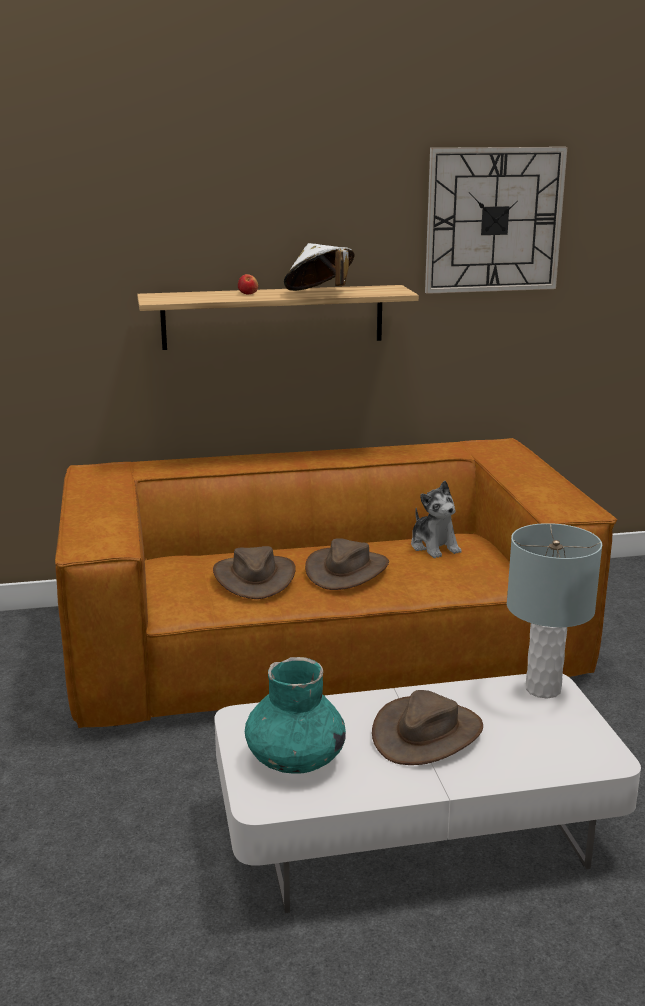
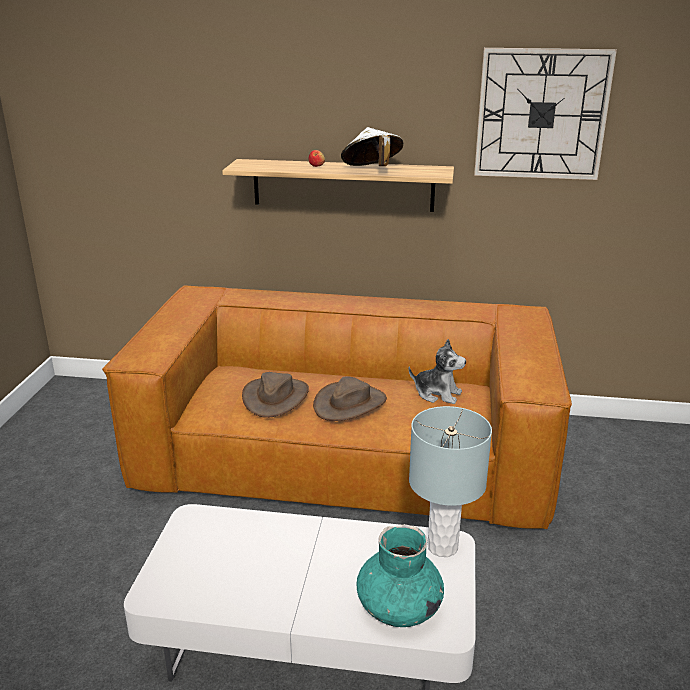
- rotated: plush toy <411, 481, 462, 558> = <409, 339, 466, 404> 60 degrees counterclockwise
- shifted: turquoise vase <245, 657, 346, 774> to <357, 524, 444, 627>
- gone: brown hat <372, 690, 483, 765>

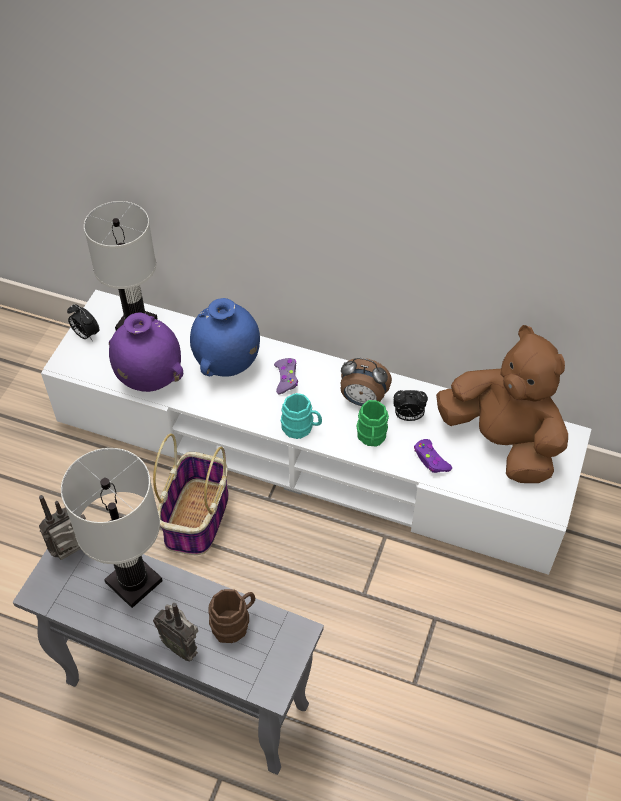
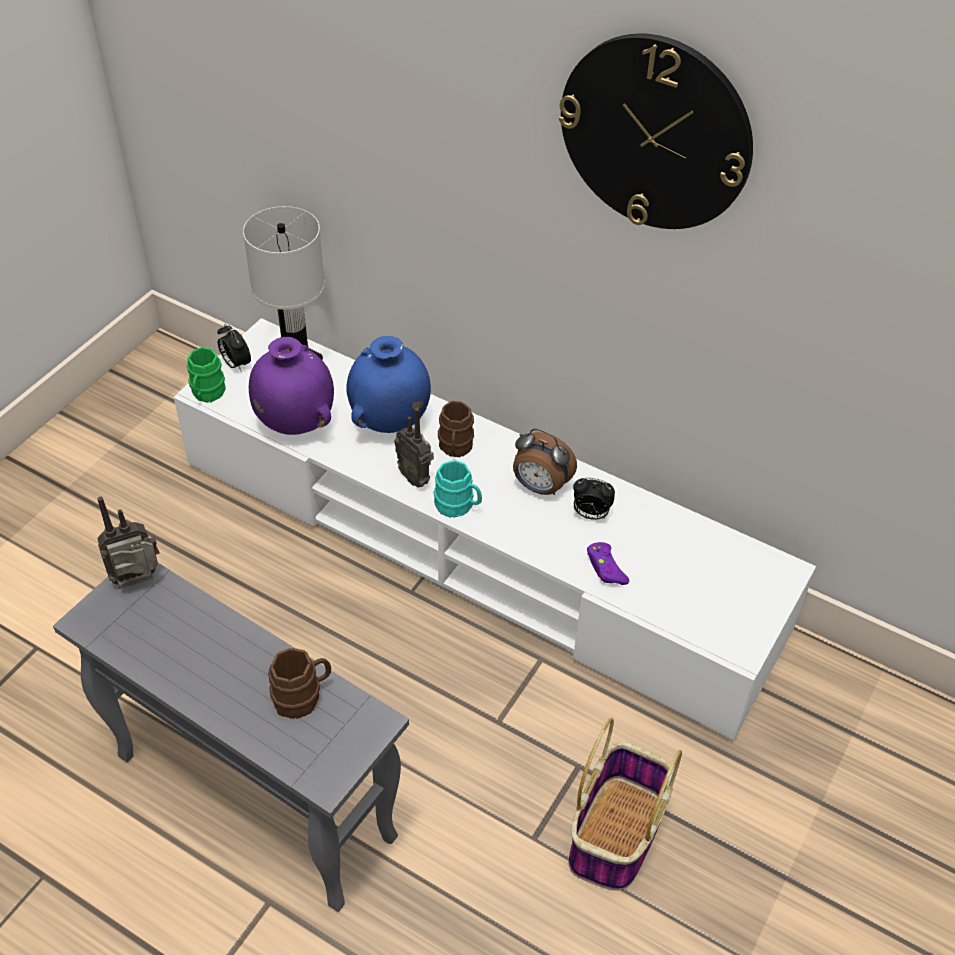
- gone: brown plush toy <436, 325, 568, 483>
- swapped: purple game controller <274, 358, 298, 394> to brown mug <438, 401, 474, 457>
- shifted: green mug <356, 400, 389, 447> to <187, 347, 226, 403>
- shifted: basket <153, 433, 229, 555> to <568, 718, 682, 891>
- gone: white table lamp <61, 448, 163, 608>
- shifted: radio <153, 603, 198, 661> to <394, 408, 434, 487>
- new: wall clock <559, 33, 753, 229>

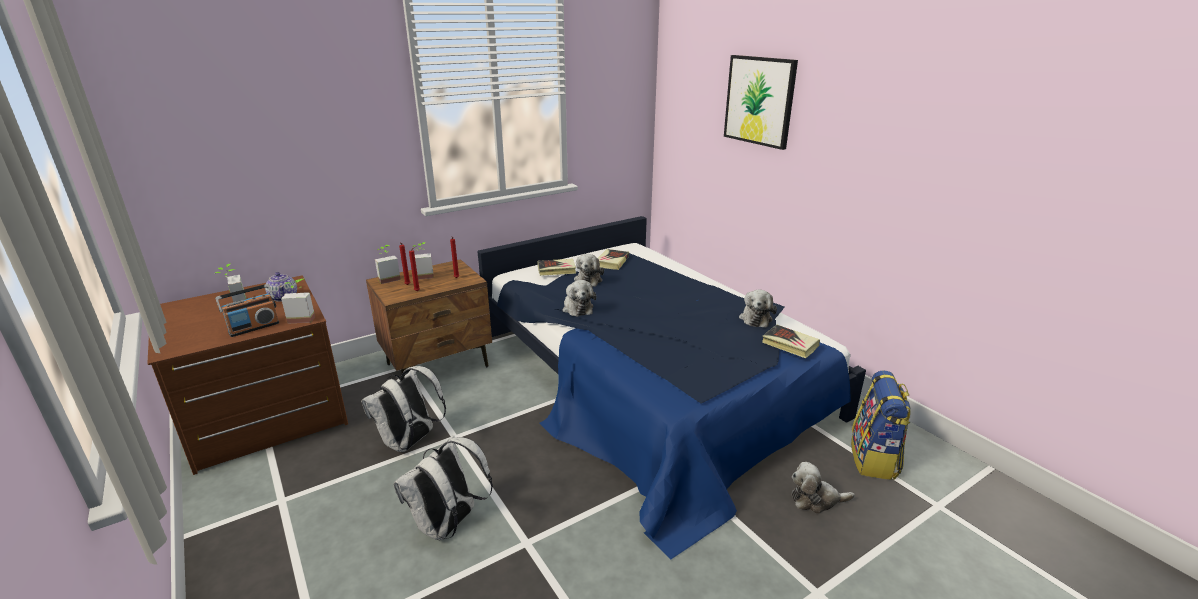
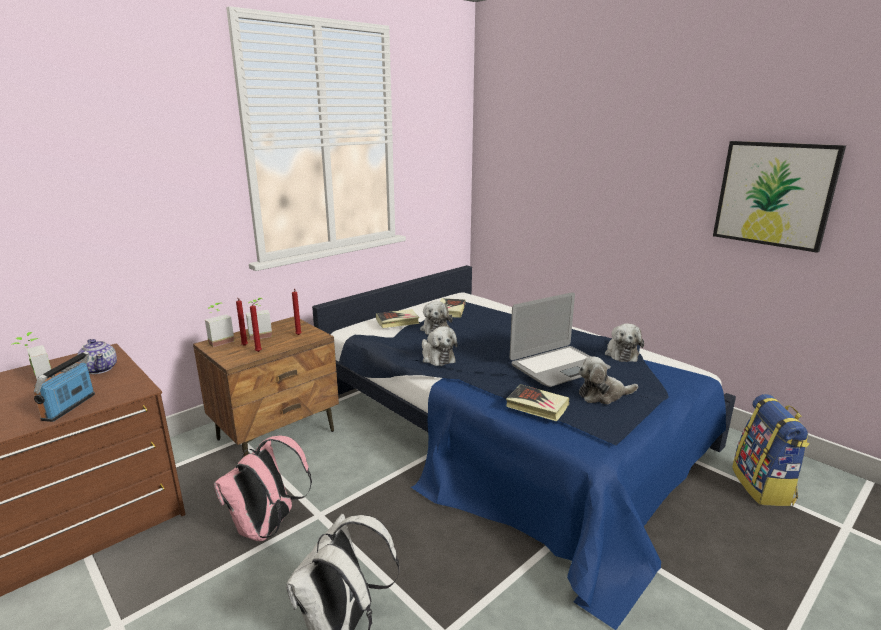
- shifted: picture <724, 55, 798, 150> to <713, 141, 846, 253>
- gone: potted plant <281, 279, 315, 324>
- rotated: radio <216, 284, 279, 337> = <34, 351, 95, 422> 150 degrees clockwise
- shifted: book <762, 325, 820, 358> to <506, 384, 569, 422>
- repainted: white backpack <361, 366, 446, 452> to pink backpack <214, 436, 312, 541>
- shifted: plush toy <791, 462, 855, 514> to <579, 356, 638, 404>
- new: laptop <510, 292, 611, 387>

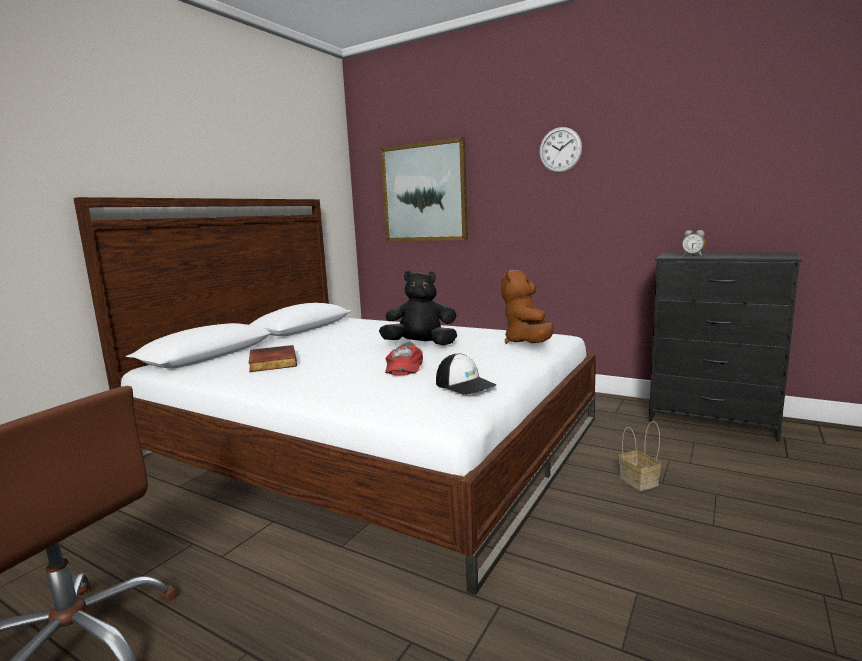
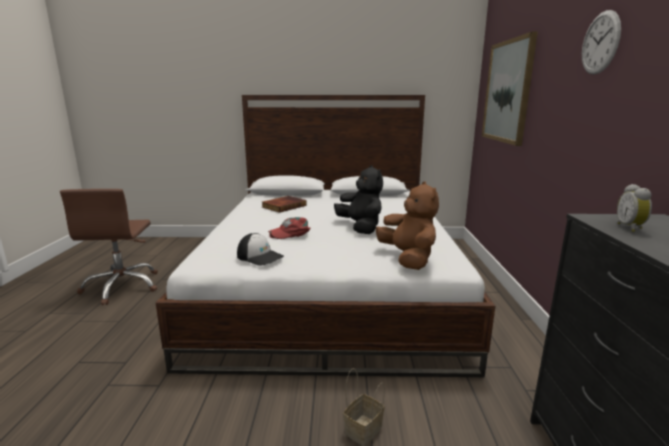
- rotated: brown plush toy <501, 269, 554, 344> = <376, 181, 439, 270> 90 degrees clockwise
- rotated: cap <436, 353, 496, 395> = <237, 233, 284, 266> 75 degrees counterclockwise

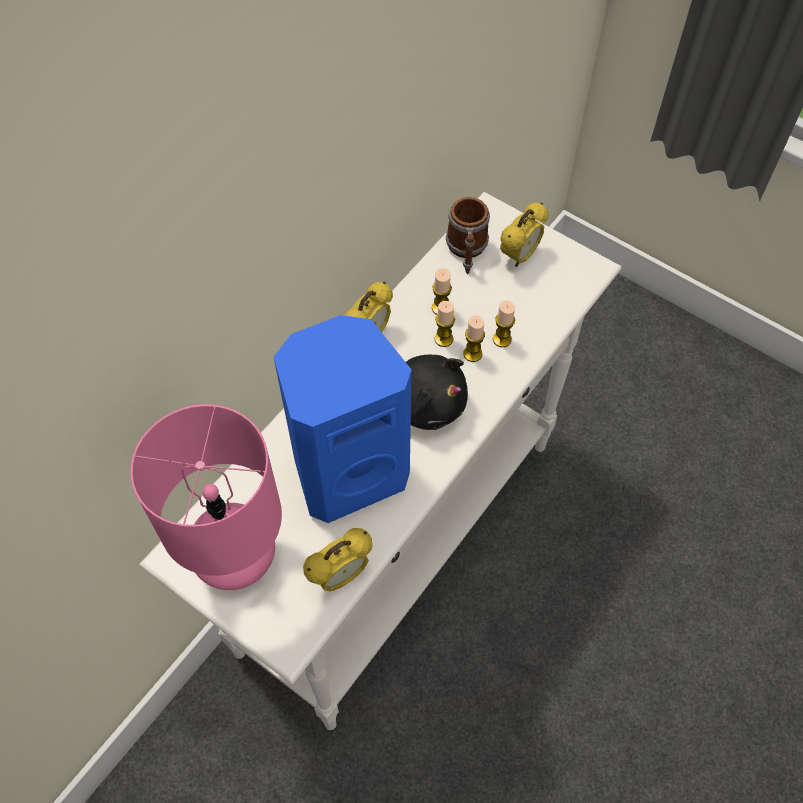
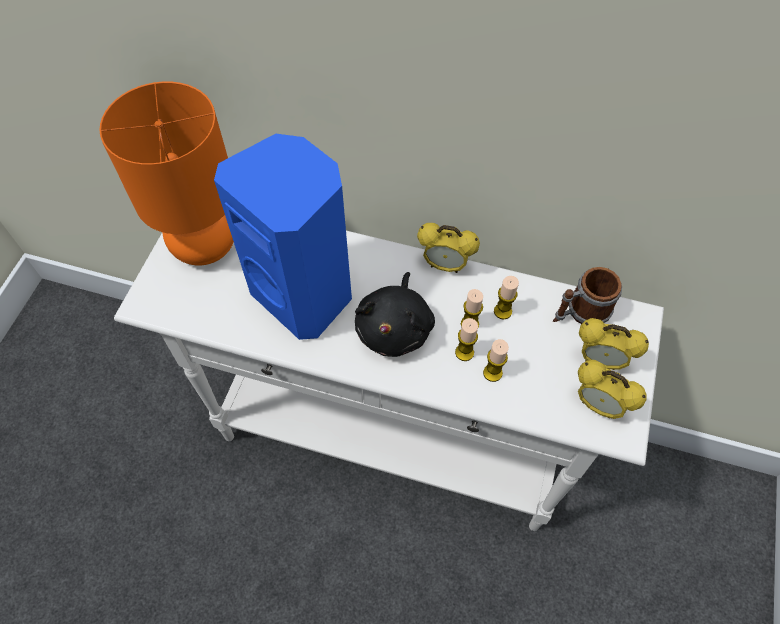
- repainted: pink table lamp <131, 404, 282, 590> to orange table lamp <99, 81, 234, 266>
- shifted: alarm clock <303, 528, 372, 592> to <578, 360, 647, 419>

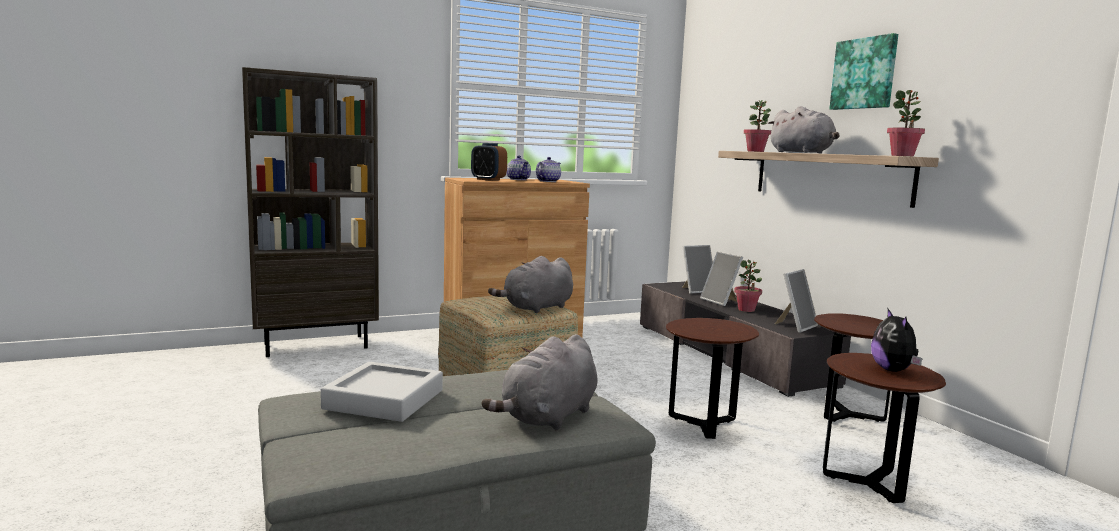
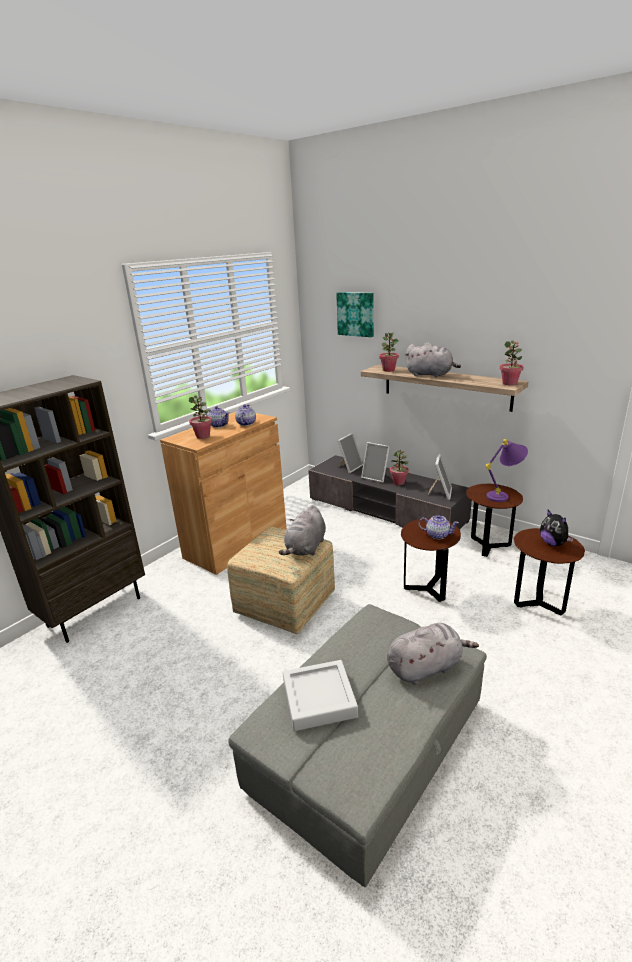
- shifted: picture <829, 33, 898, 110> to <336, 292, 374, 337>
- swapped: alarm clock <471, 143, 507, 181> to potted plant <189, 395, 212, 439>
- rotated: grey plush toy <482, 334, 598, 431> = <387, 623, 479, 685> 120 degrees counterclockwise
- new: purple table lamp <485, 439, 528, 502>
- new: teapot <418, 515, 459, 539>

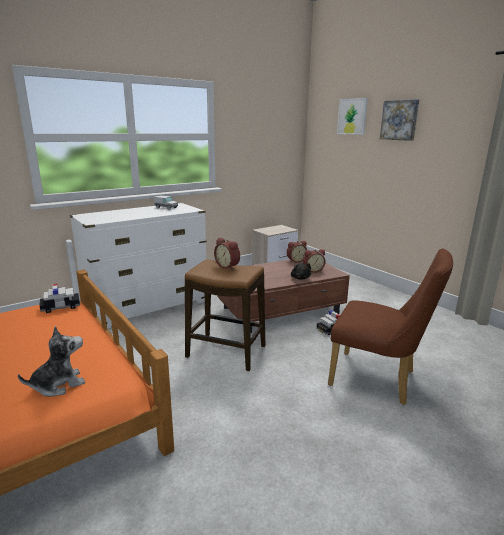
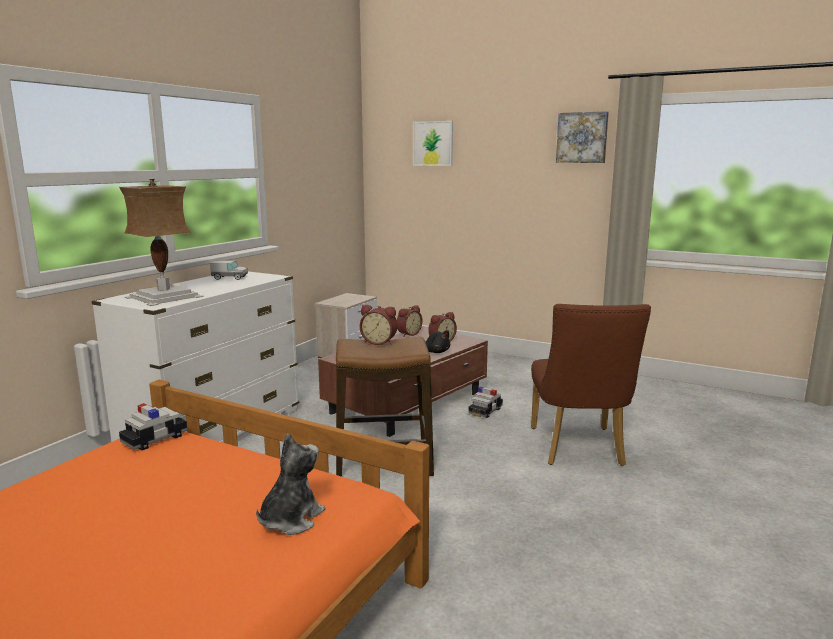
- shifted: picture <380, 99, 419, 141> to <556, 111, 609, 163>
- rotated: brown chair <328, 248, 453, 405> = <531, 304, 651, 466> 90 degrees clockwise
- new: table lamp <119, 179, 204, 306>

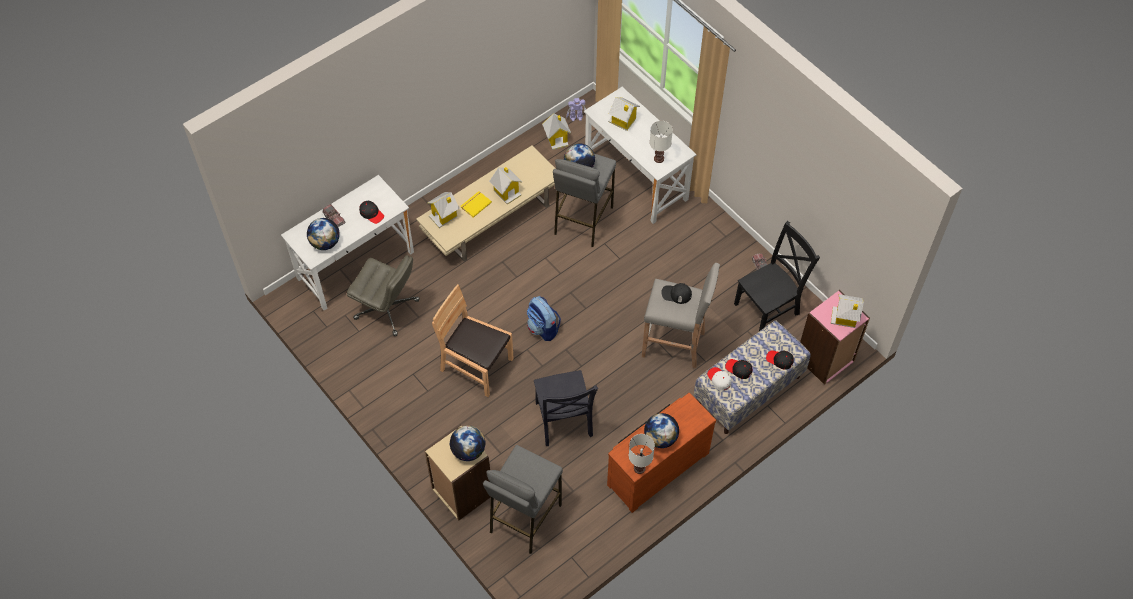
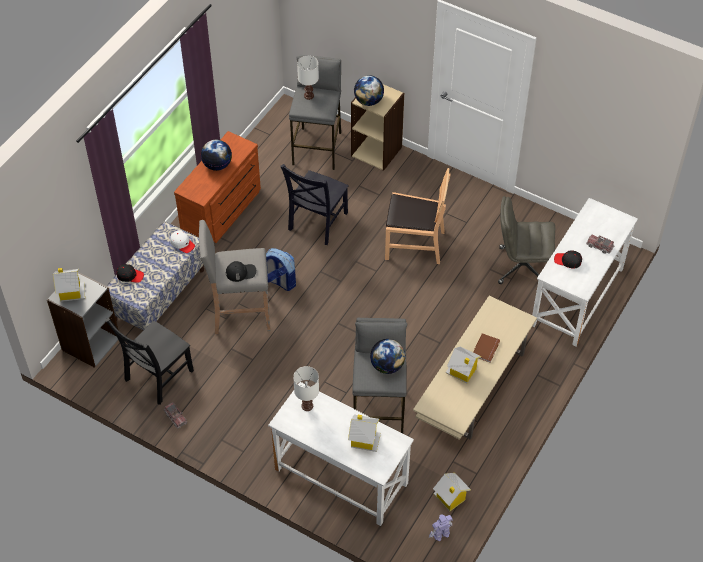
- repainted: yellow book <461, 191, 492, 218> to brown book <473, 333, 500, 363>
- gone: toy house <427, 192, 459, 228>
- gone: globe <307, 218, 340, 250>
- repainted: pink bookcase <800, 290, 870, 385> to grey bookcase <47, 272, 118, 368>
- shifted: backpack <527, 296, 561, 341> to <266, 248, 296, 291>
- gone: black cap <725, 359, 752, 379>
- rotated: black chair <534, 370, 598, 446> = <281, 164, 349, 245> 120 degrees counterclockwise
- shifted: white table lamp <629, 434, 655, 474> to <297, 56, 319, 100>

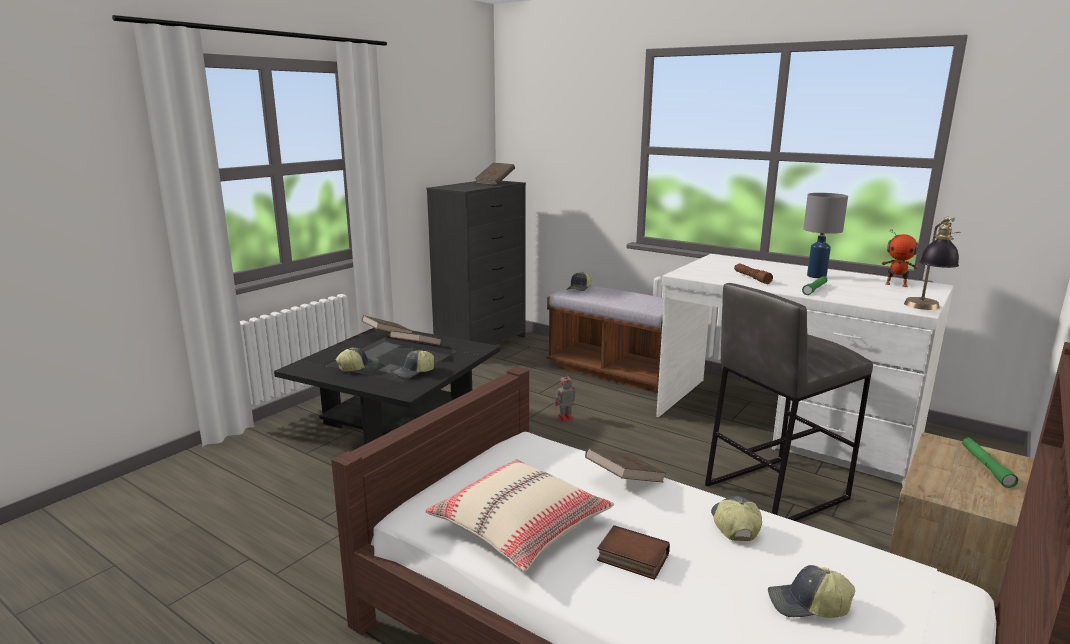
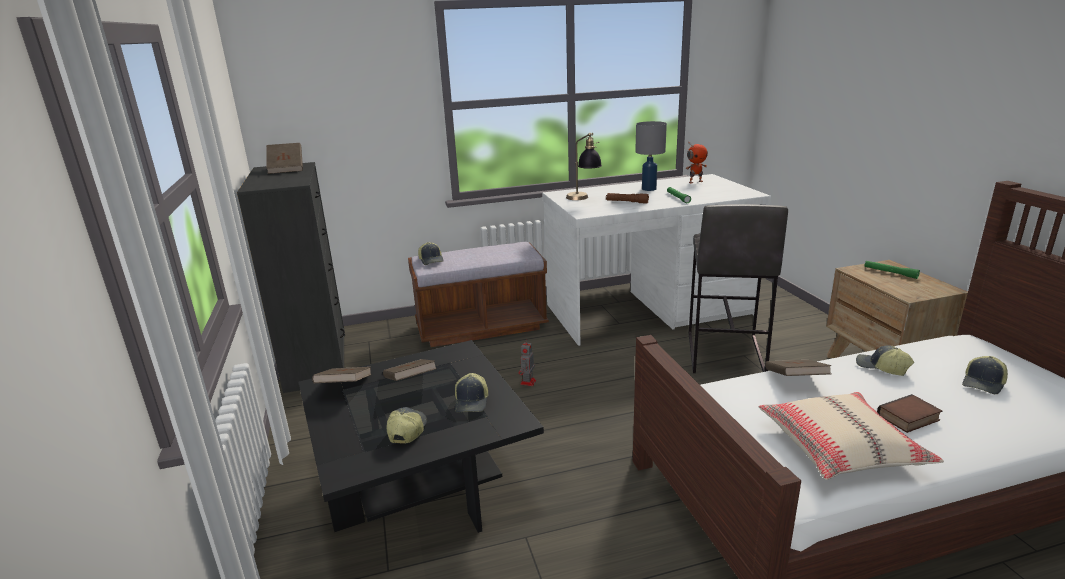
- shifted: table lamp <904, 217, 961, 310> to <566, 133, 602, 200>

